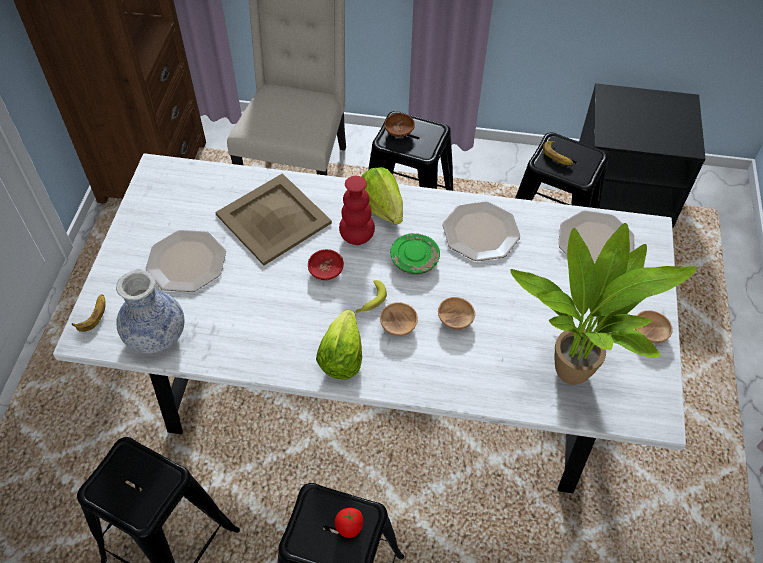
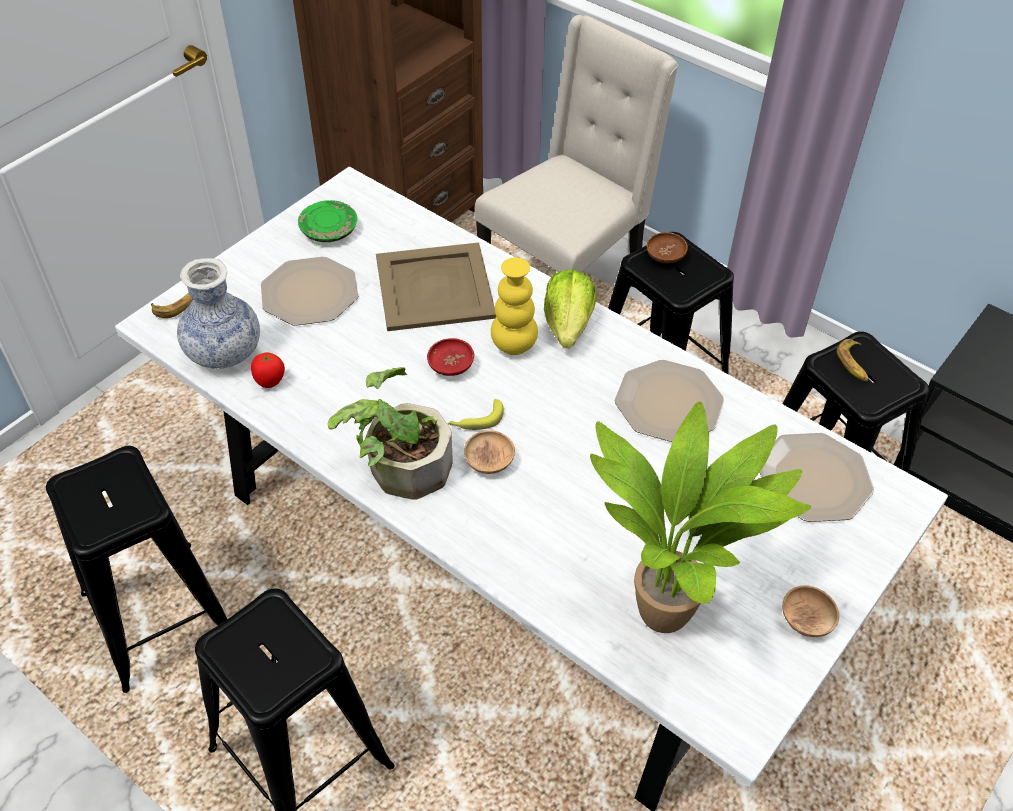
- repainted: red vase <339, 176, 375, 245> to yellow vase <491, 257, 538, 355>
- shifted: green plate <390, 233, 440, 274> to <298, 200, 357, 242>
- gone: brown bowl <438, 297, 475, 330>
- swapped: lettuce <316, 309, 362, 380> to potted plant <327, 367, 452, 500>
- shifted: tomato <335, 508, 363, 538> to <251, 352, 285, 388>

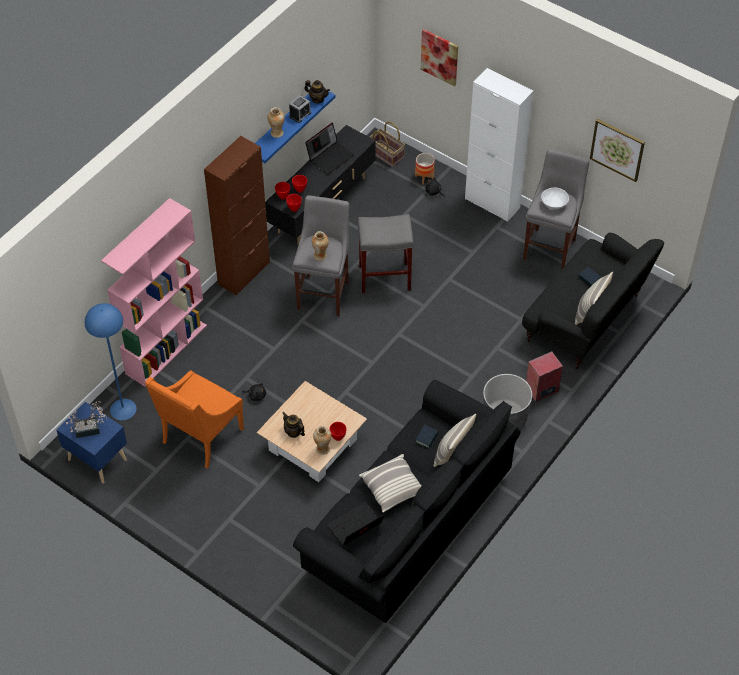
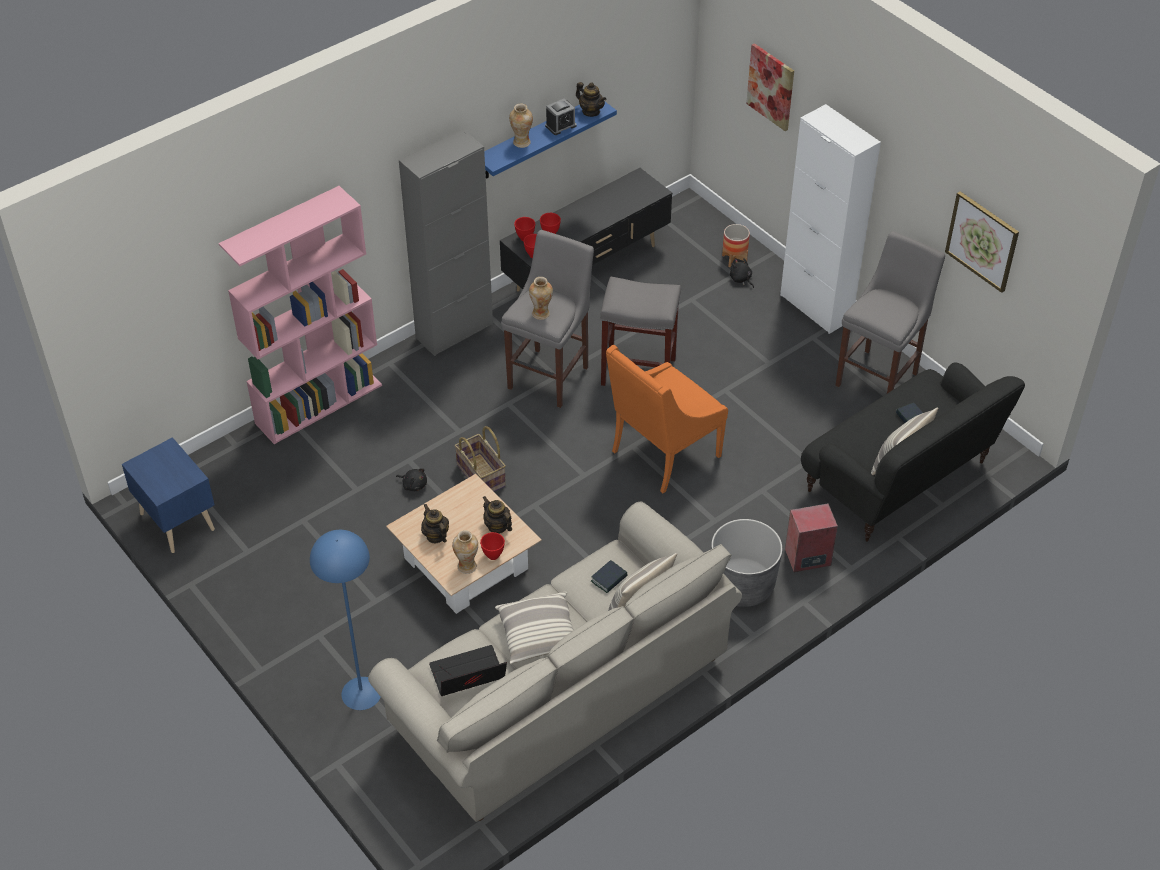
- shifted: basket <369, 121, 405, 167> to <455, 426, 506, 491>
- gone: laptop <305, 123, 354, 174>
- repainted: brown cabinet <204, 136, 270, 296> to grey cabinet <399, 129, 493, 356>
- gone: white bowl <541, 188, 569, 210>
- shifted: blue floor lamp <85, 303, 137, 420> to <310, 530, 381, 710>
- shifted: orange armchair <145, 370, 244, 468> to <606, 345, 728, 493>
- repainted: black sofa <293, 380, 521, 623> to beige sofa <368, 502, 742, 822>
- gone: potted plant <66, 401, 107, 438>
- new: teapot <482, 496, 512, 534>

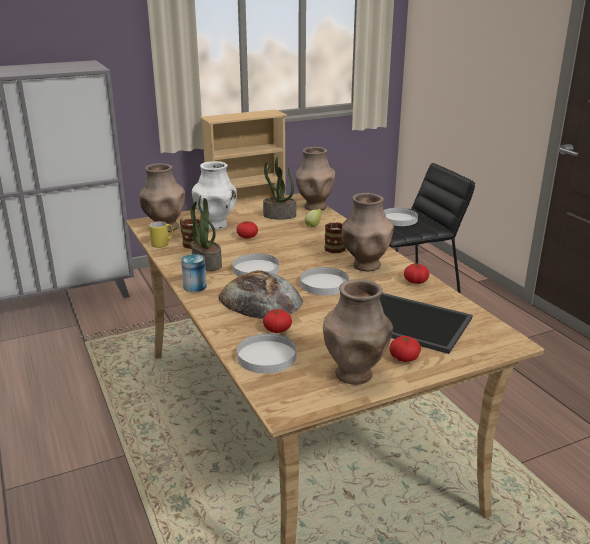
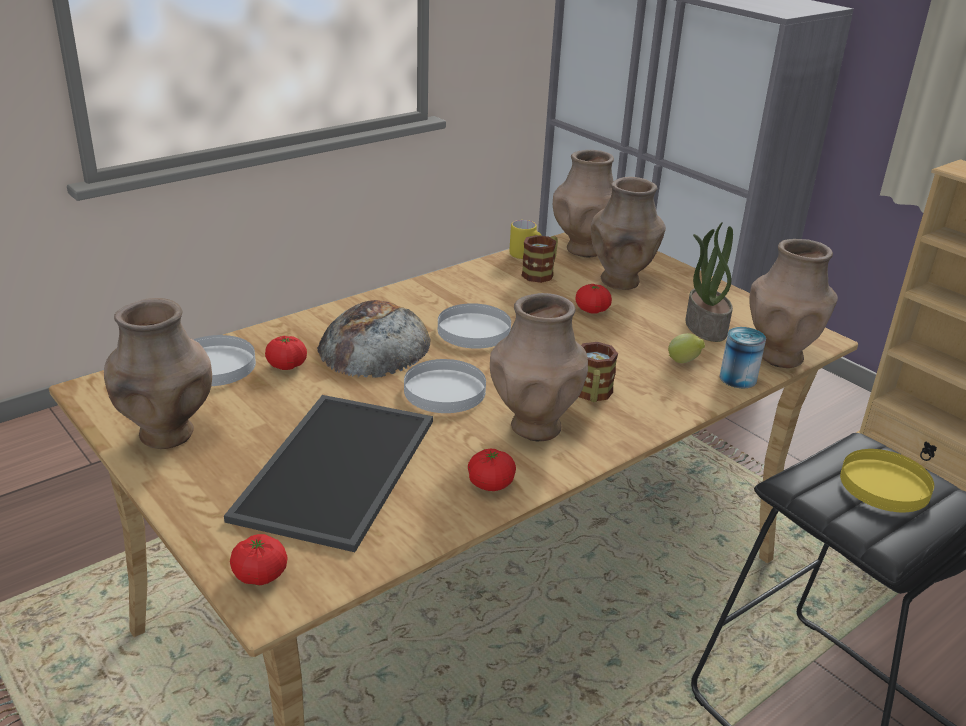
- repainted: white vase <192, 161, 237, 230> to brown vase <591, 177, 666, 290>
- gone: potted plant <186, 196, 222, 271>
- repainted: white plate <384, 208, 418, 226> to yellow plate <840, 449, 934, 512>
- shifted: can <181, 254, 207, 292> to <719, 327, 766, 388>
- shifted: tomato <389, 336, 421, 362> to <230, 534, 287, 586>

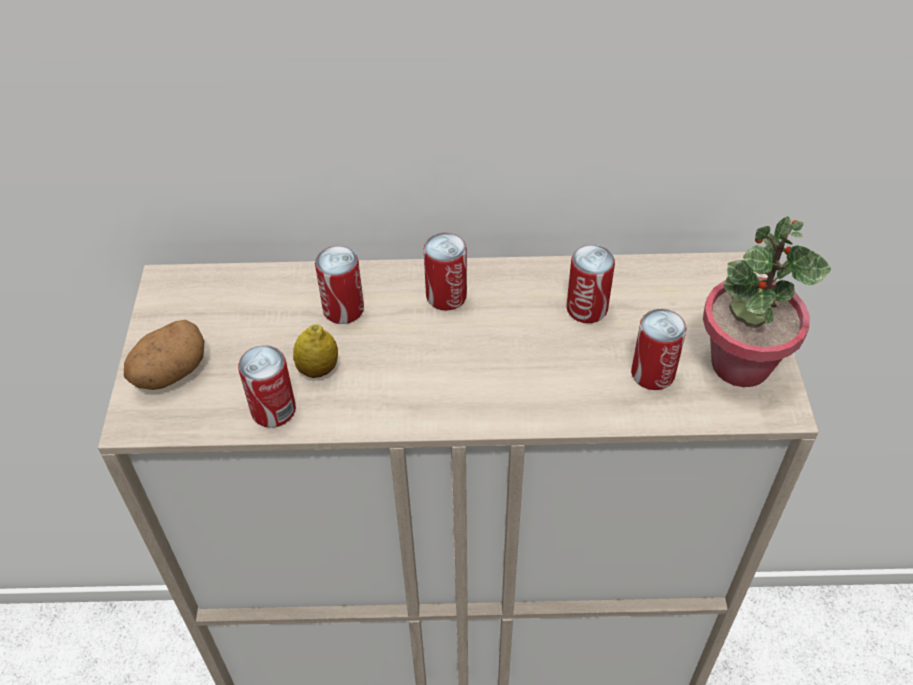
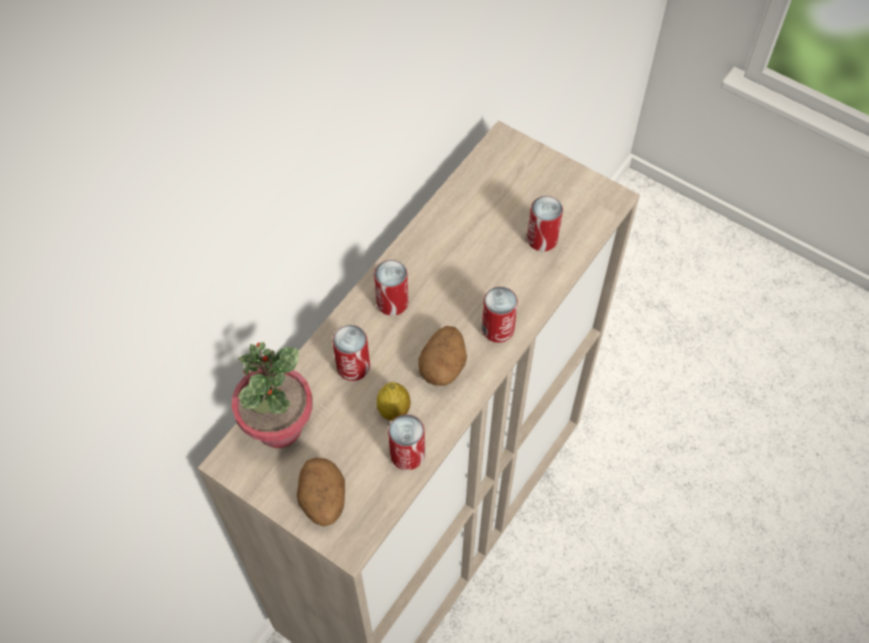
- shifted: potted plant <703, 216, 831, 387> to <232, 342, 313, 448>
- shifted: can <567, 245, 615, 323> to <482, 287, 518, 343>
- new: potato <418, 326, 467, 386>

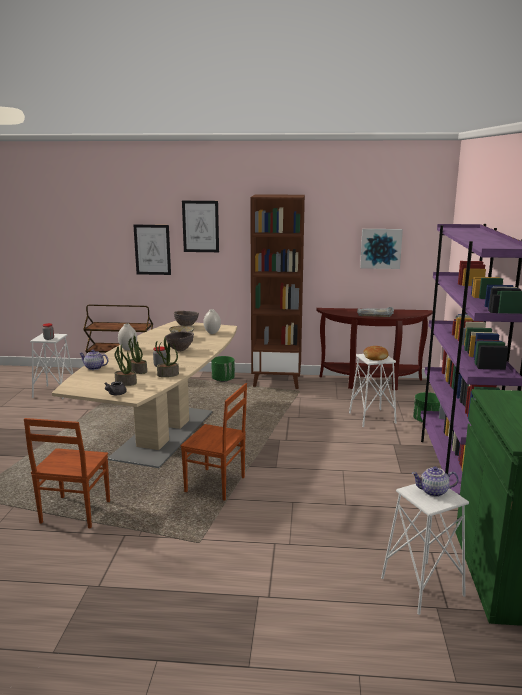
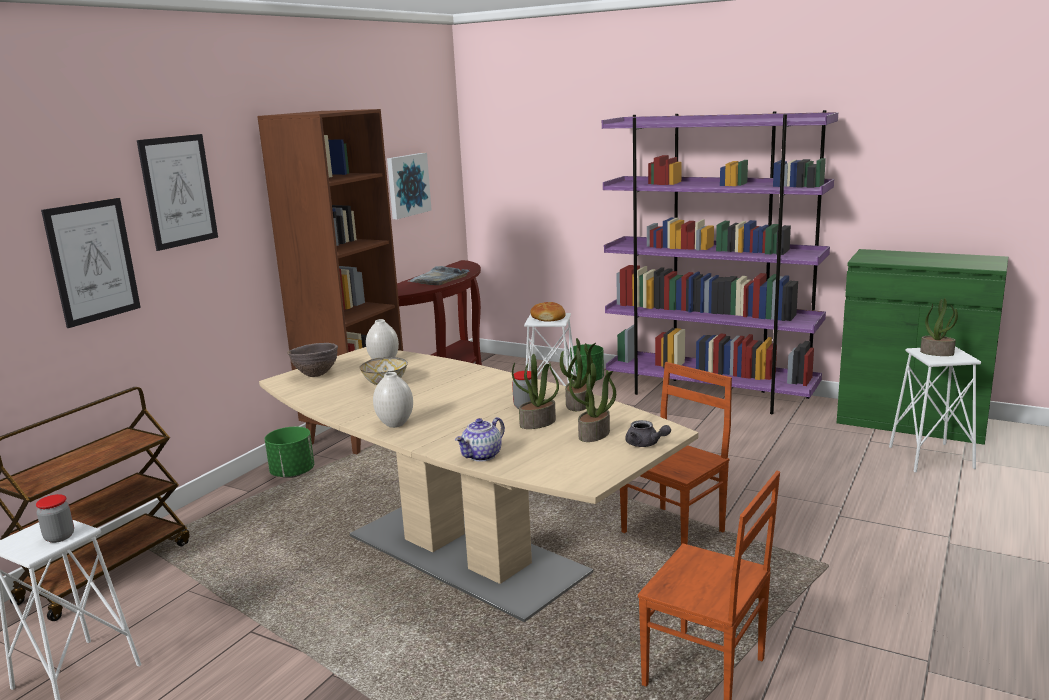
- gone: brown bowl <165, 331, 194, 351>
- swapped: teapot <411, 466, 459, 497> to potted plant <920, 298, 958, 356>

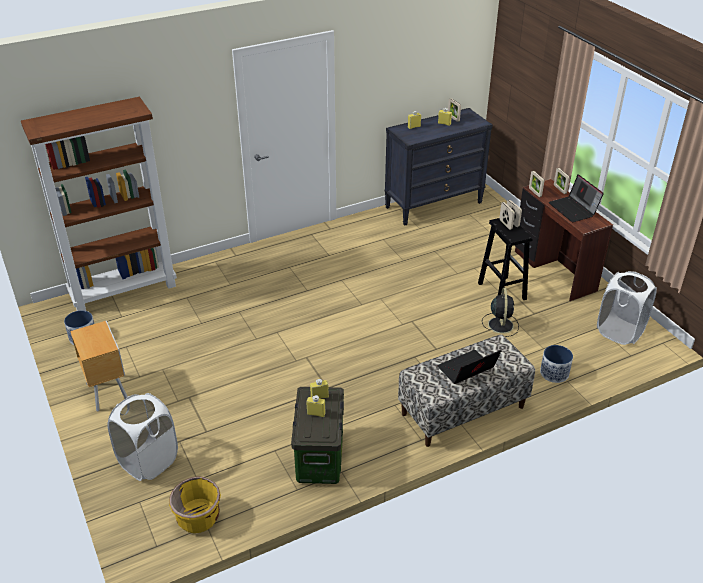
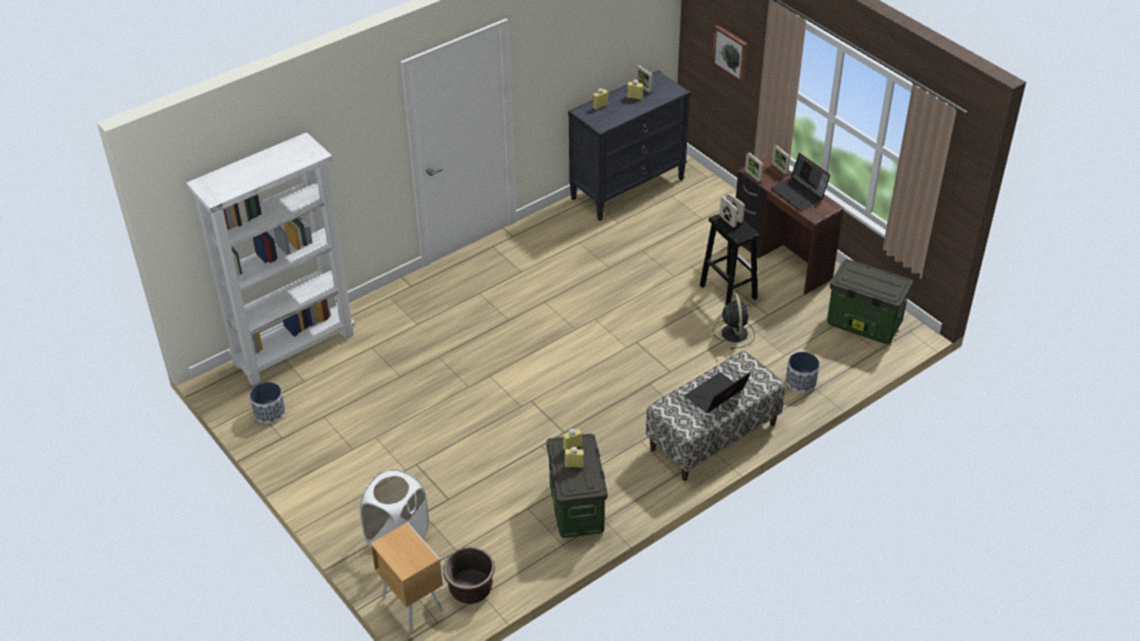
- repainted: brown bookcase <21, 97, 177, 311> to white bookcase <186, 132, 355, 386>
- swapped: white laundry basket <597, 271, 657, 345> to storage box <827, 259, 913, 344>
- shifted: brown nightstand <70, 321, 128, 411> to <370, 522, 443, 631>
- repainted: yellow planter <169, 477, 221, 533> to brown planter <443, 547, 495, 604>
- new: picture <712, 25, 748, 83>

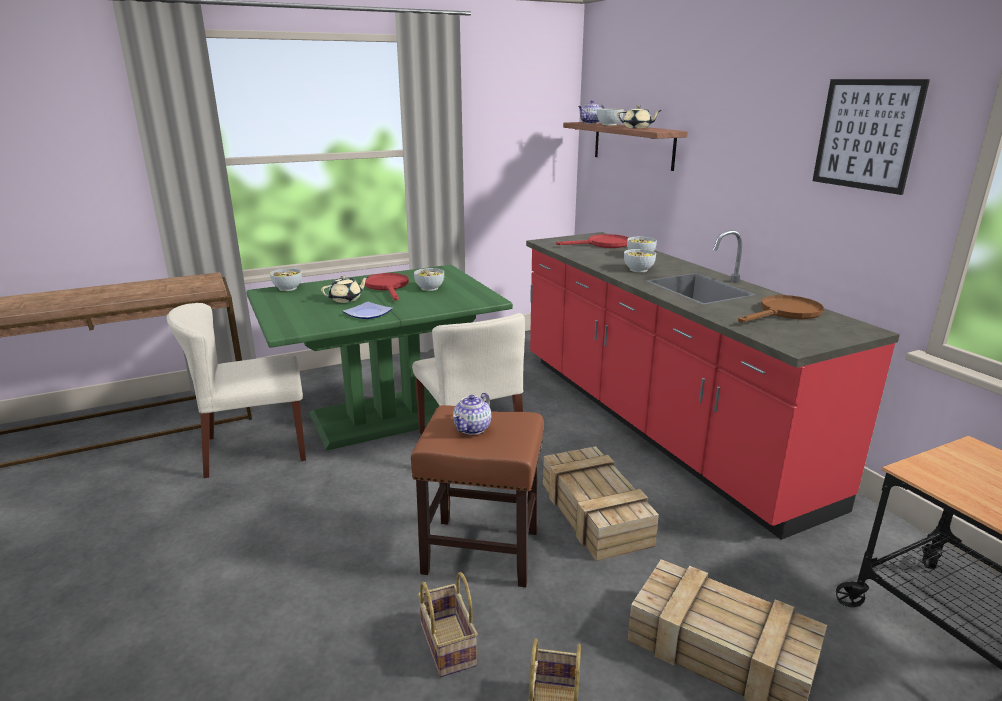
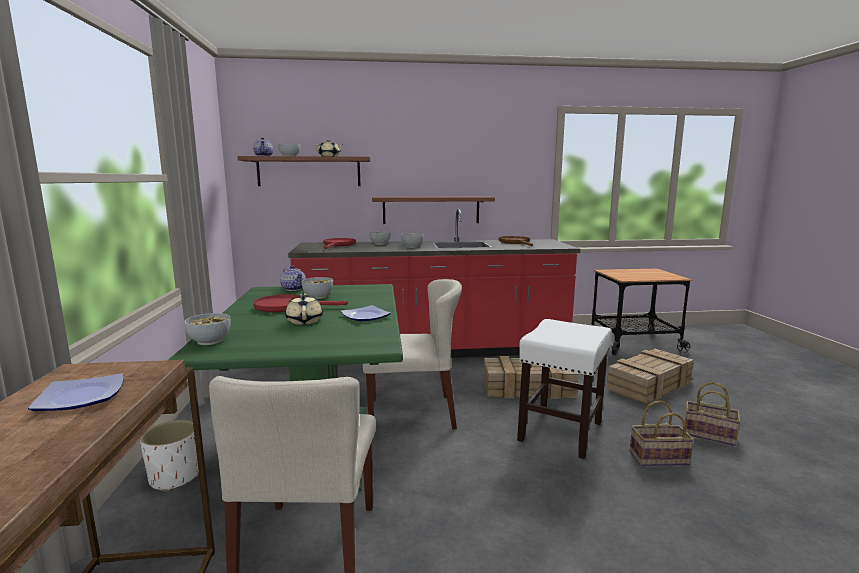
- gone: picture <813, 79, 930, 195>
- shifted: teapot <453, 392, 491, 435> to <280, 265, 306, 291>
- repainted: brown stool <411, 405, 543, 587> to white stool <517, 319, 612, 459>
- new: shelf <372, 196, 495, 224>
- new: plate <28, 373, 124, 411>
- new: white planter <140, 420, 199, 492>

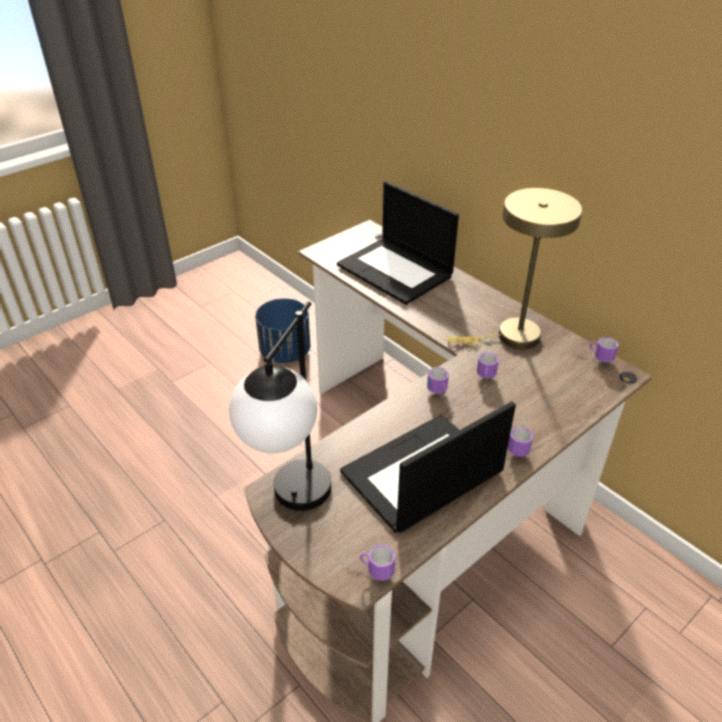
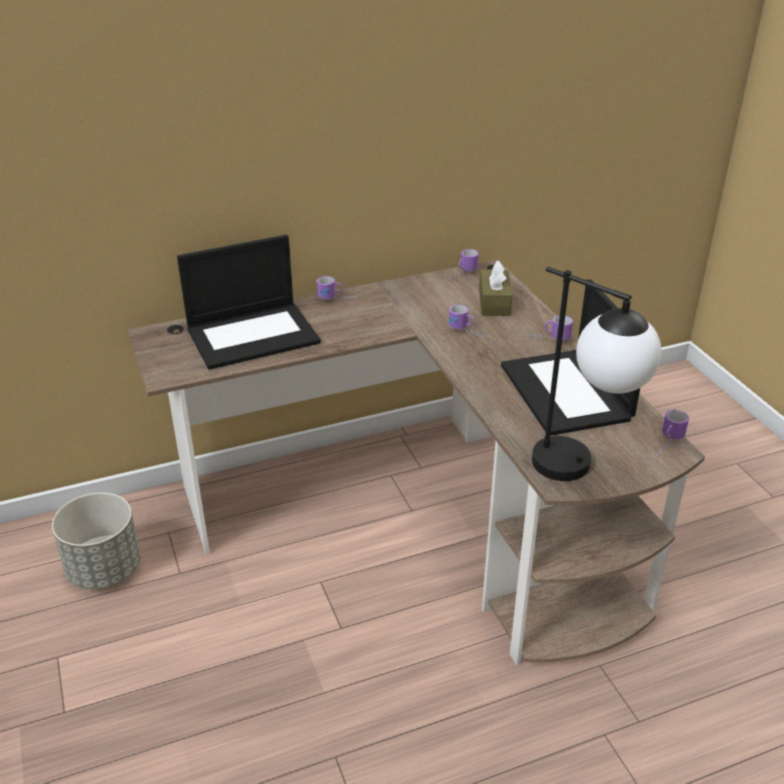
- gone: beige table lamp <447, 188, 582, 349>
- repainted: blue planter <255, 298, 310, 363> to grey planter <52, 493, 141, 589>
- shifted: mug <427, 367, 454, 413> to <317, 276, 358, 300>
- new: brown tissue box <479, 260, 512, 316>

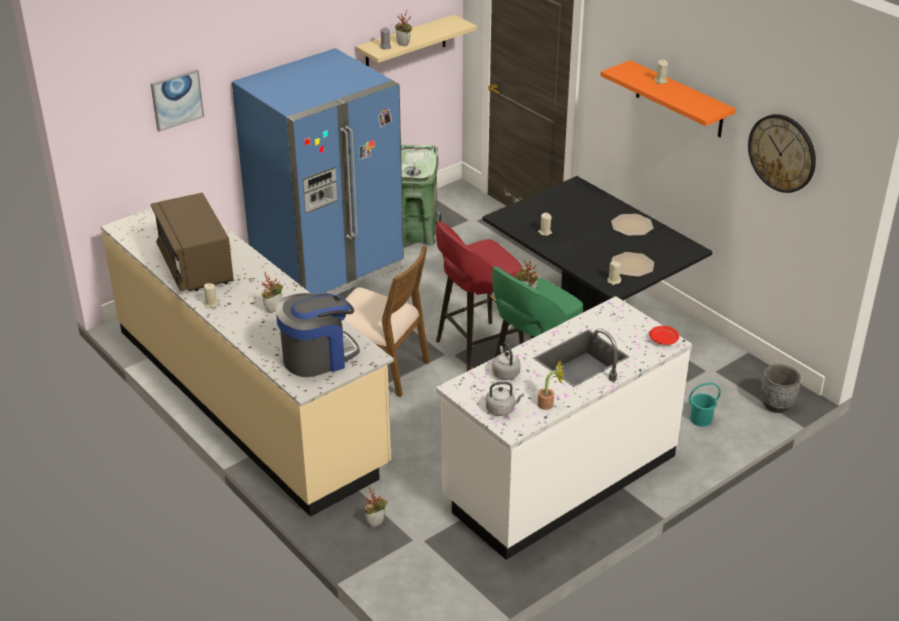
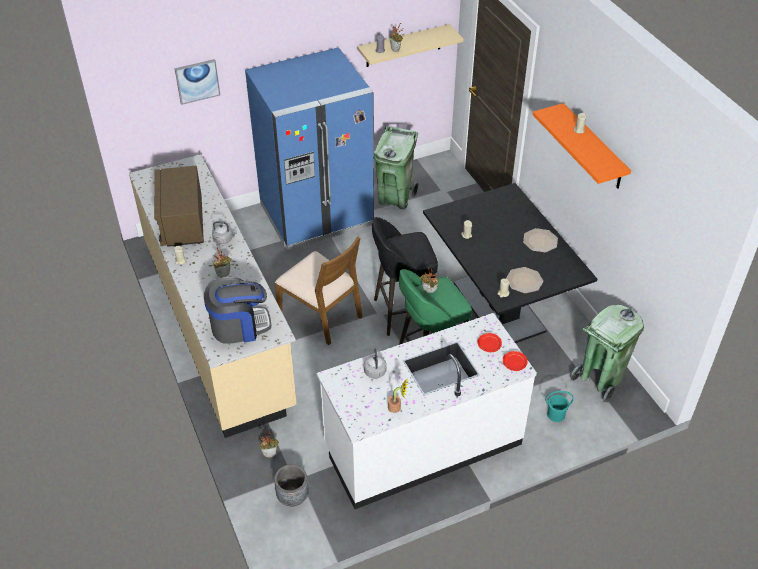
- gone: wall clock <748, 114, 816, 193>
- repainted: red stool <436, 222, 524, 371> to black stool <372, 217, 438, 336>
- shifted: grey planter <760, 364, 801, 413> to <274, 464, 309, 507>
- shifted: grey kettle <486, 382, 524, 416> to <212, 221, 237, 244>
- new: green trash can <570, 305, 644, 403>
- new: red plate <478, 333, 502, 352>

